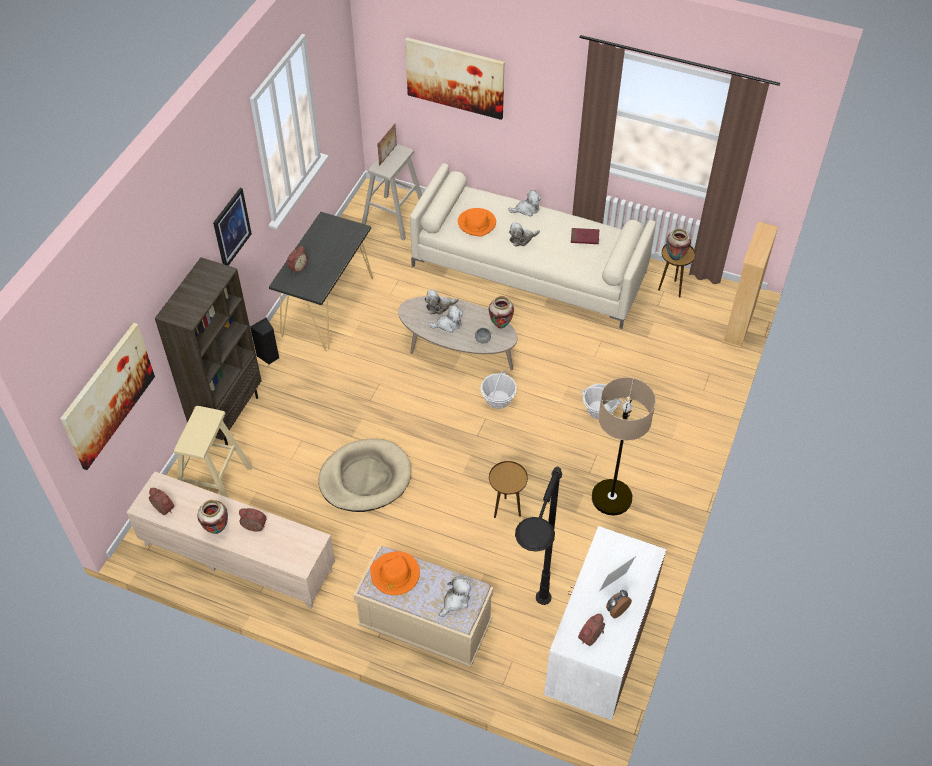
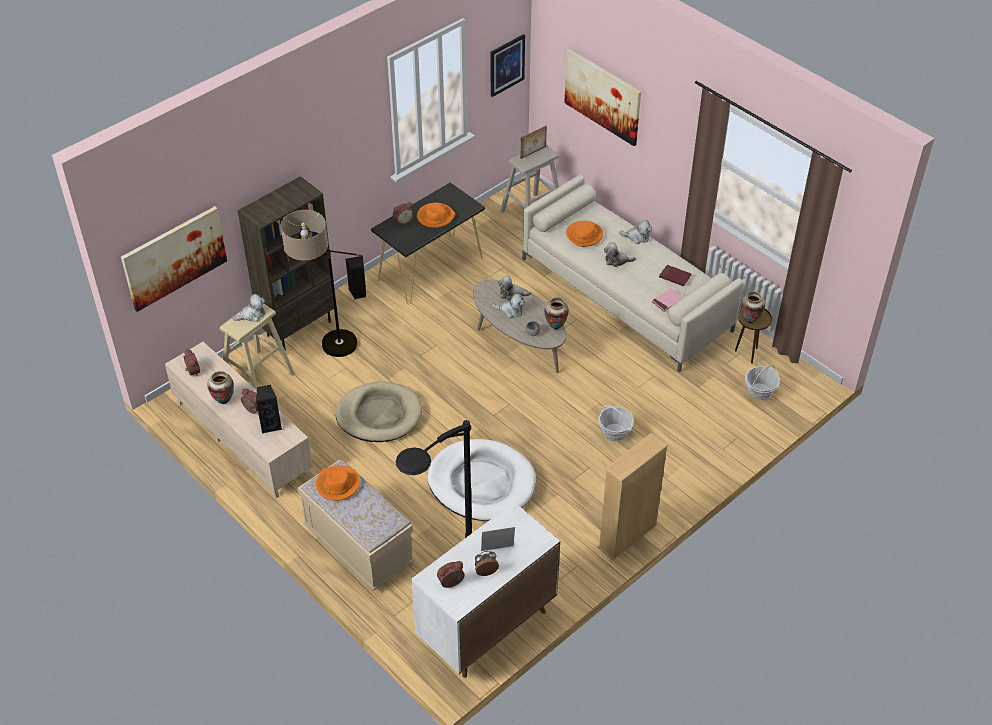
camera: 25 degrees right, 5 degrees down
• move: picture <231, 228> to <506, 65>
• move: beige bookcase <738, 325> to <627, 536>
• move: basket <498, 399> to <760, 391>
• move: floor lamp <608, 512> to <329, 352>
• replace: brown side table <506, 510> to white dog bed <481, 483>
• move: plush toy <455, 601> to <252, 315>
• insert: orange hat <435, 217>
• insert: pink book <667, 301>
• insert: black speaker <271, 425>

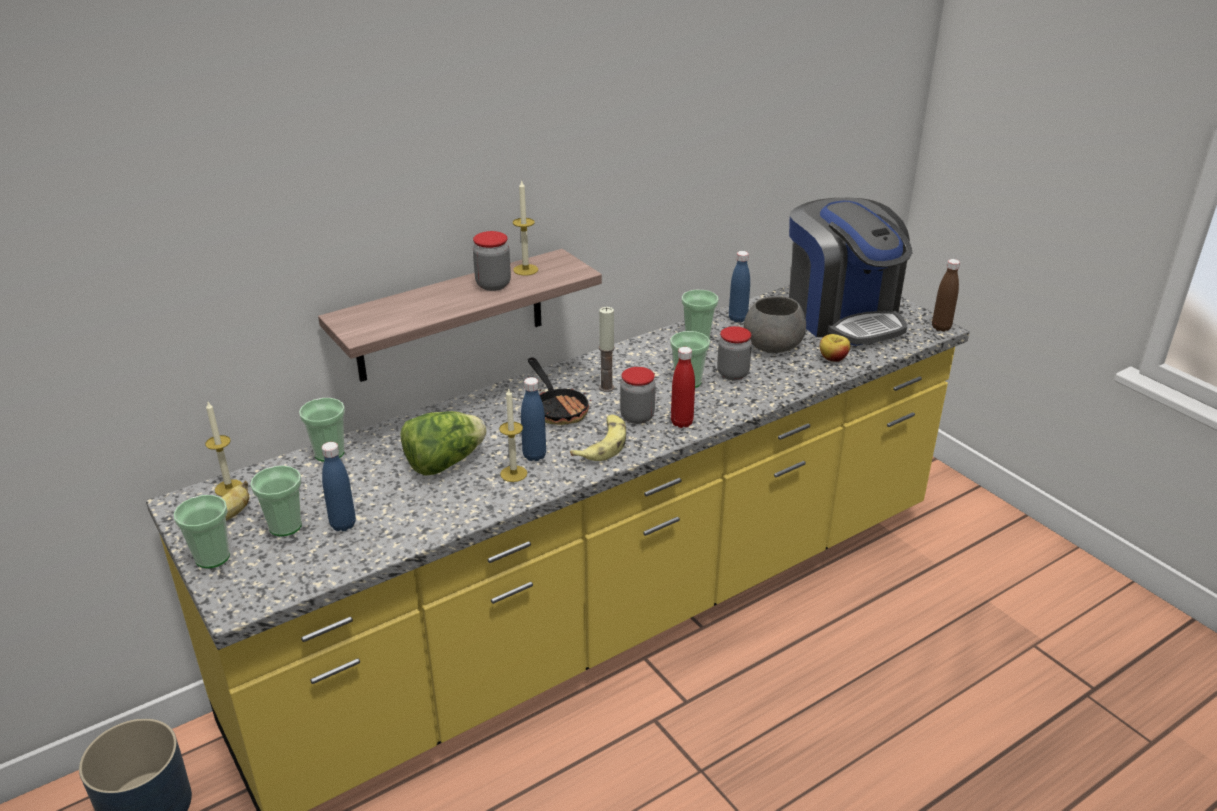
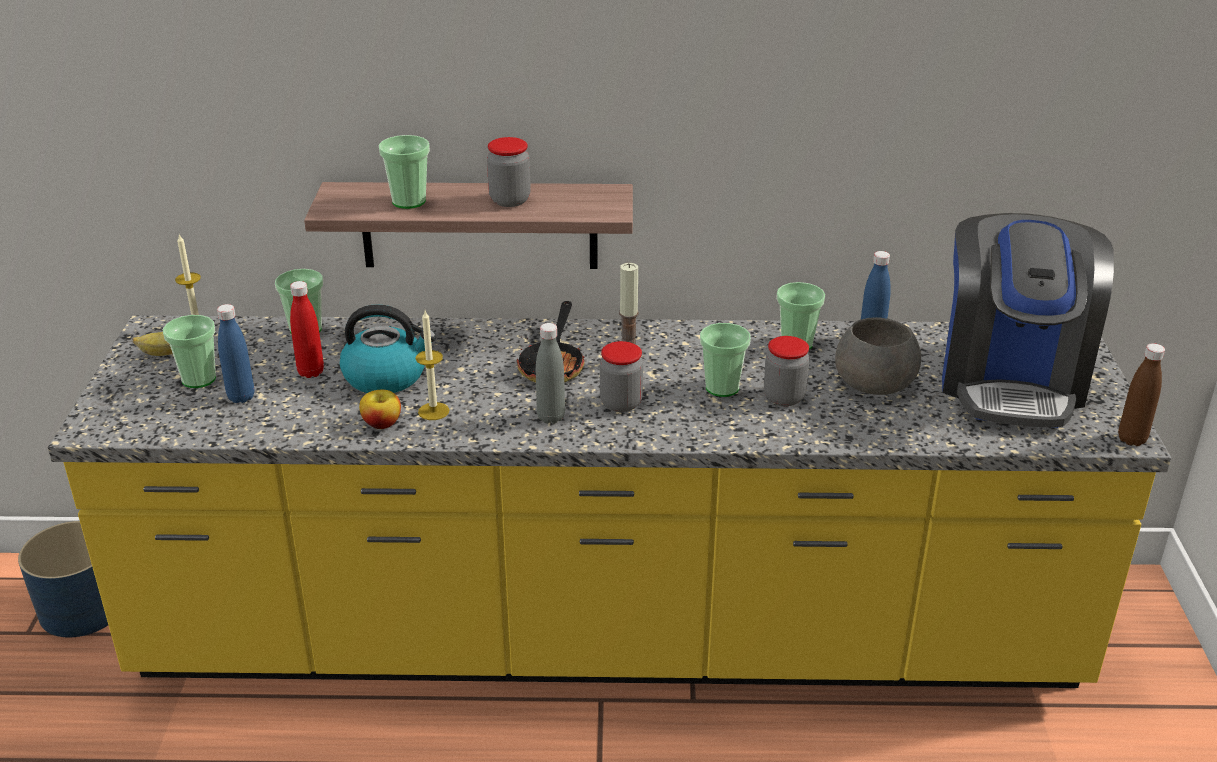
camera: 35 degrees right, 0 degrees up
• delete: candle <525, 270>
• move: apple <833, 358> to <382, 423>
• move: red bottle <681, 423> to <311, 372>
• delete: blue bottle <534, 456>
• replace: lettuce <444, 463> to kettle <386, 376>
• replace: banana <602, 444> to grey bottle <551, 417>
• move: cup <212, 557> to <409, 201>

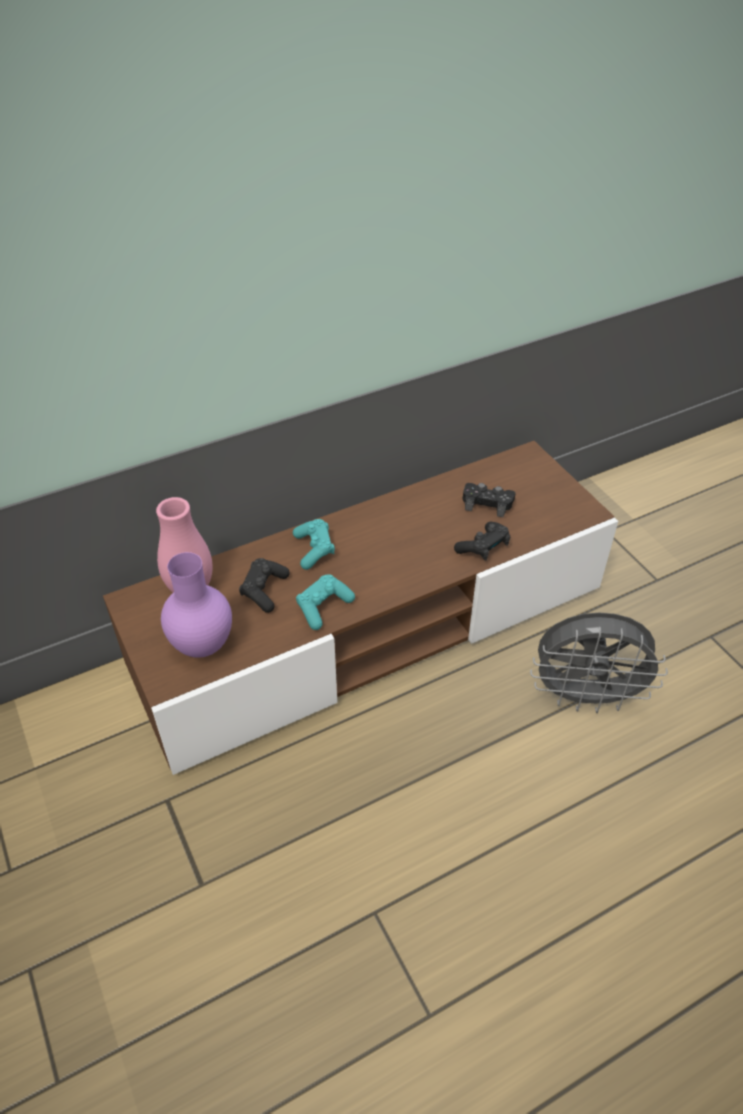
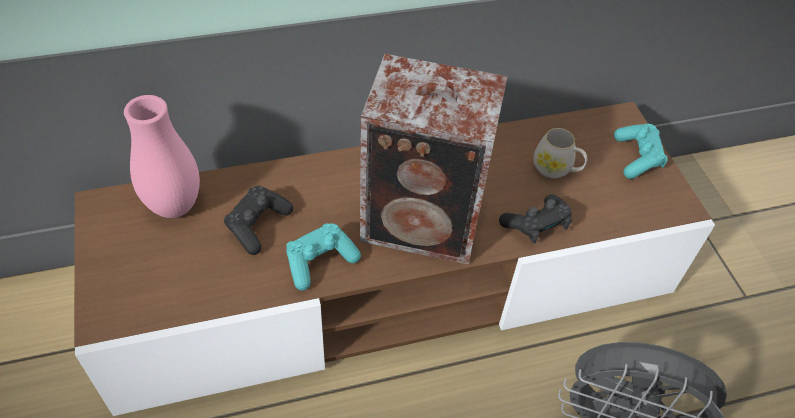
camera: 10 degrees right, 5 degrees up
• replace: black game controller <487, 503> to white mug <556, 169>
• move: turquoise game controller <314, 550> to <637, 158>
• delete: purple vase <201, 645>
• insert: speaker <425, 223>

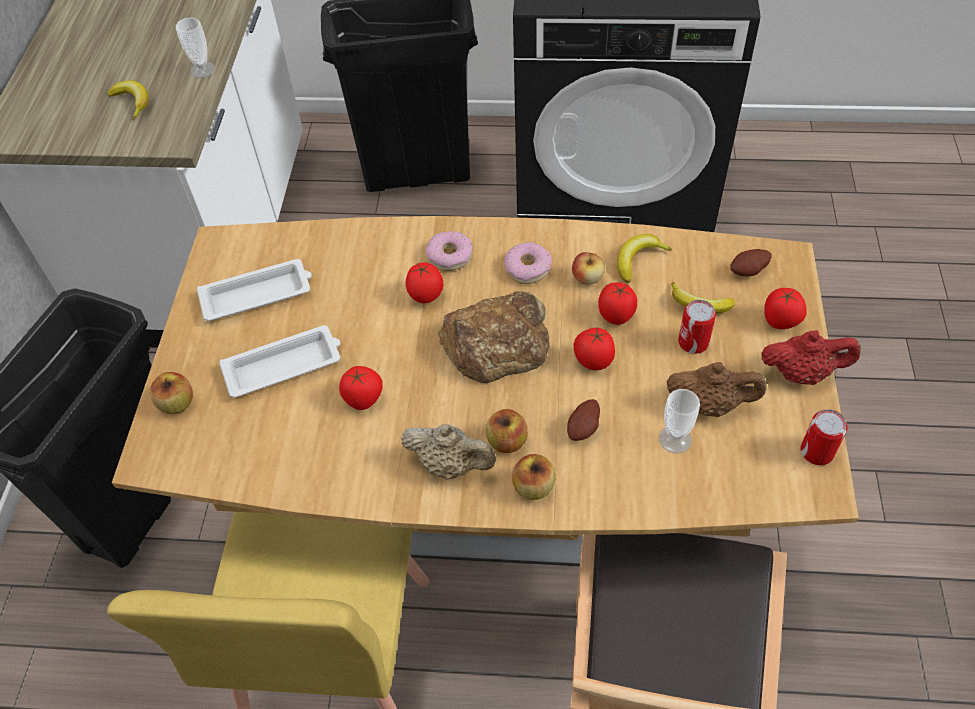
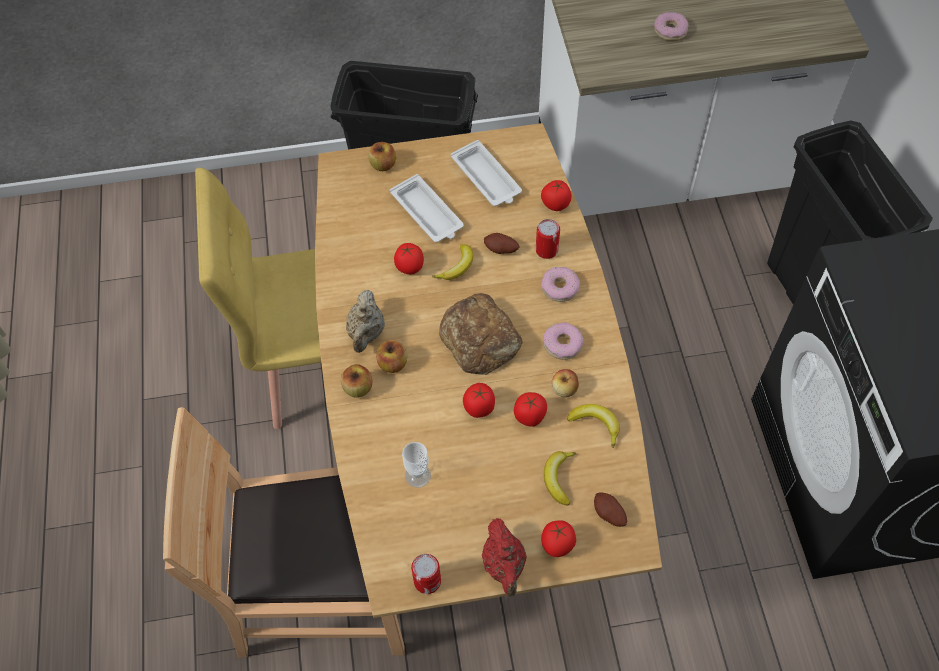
camera: 75 degrees right, 5 degrees up
• delete: cup <202, 69>
• move: banana <132, 102> to <457, 267>
• move: tomato <425, 296> to <555, 205>
• move: can <693, 342> to <546, 250>
• delete: brown teapot <710, 404>
• move: potato <584, 428> to <501, 250>
• insert: donut <670, 31>

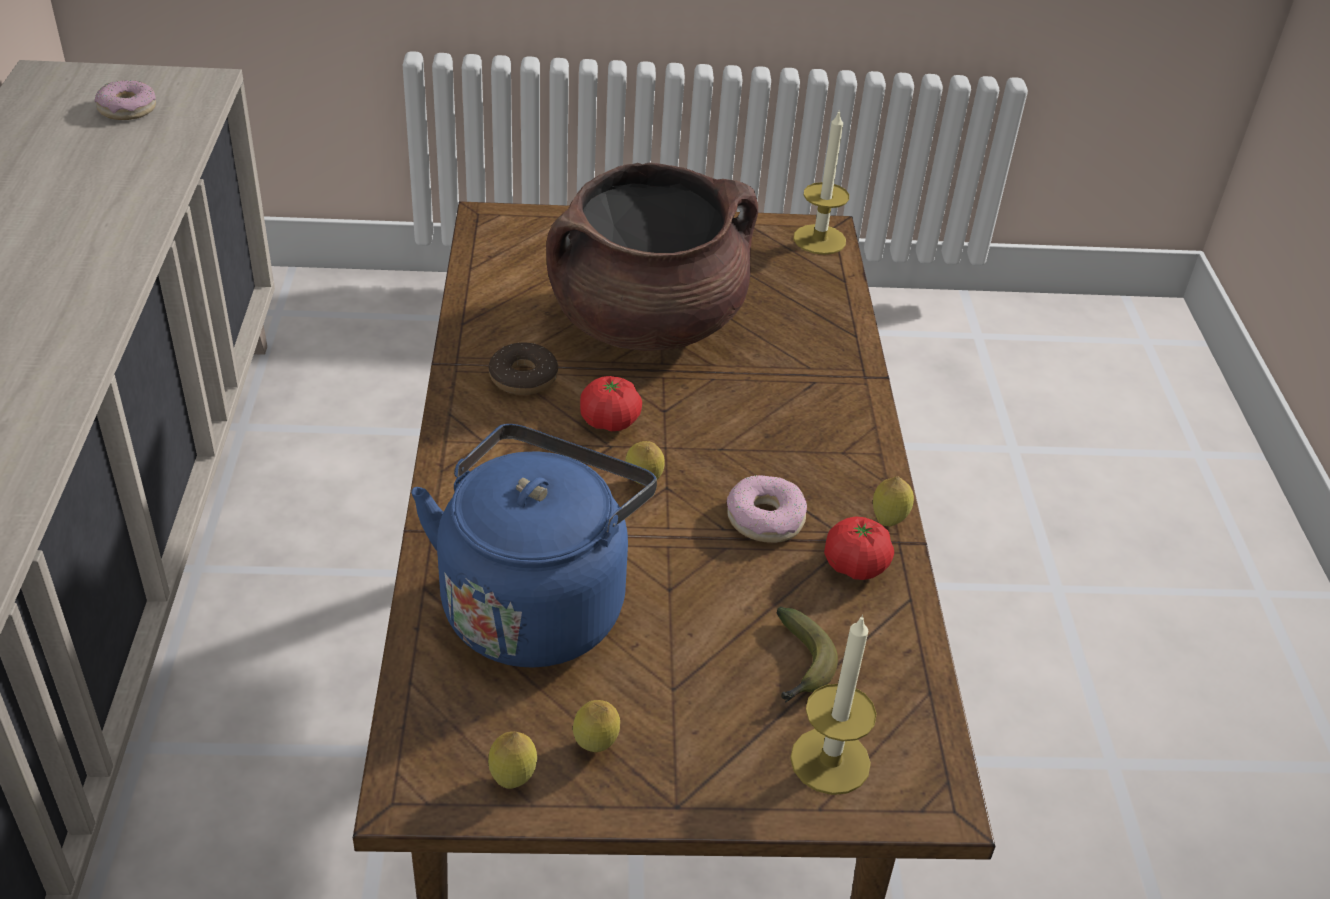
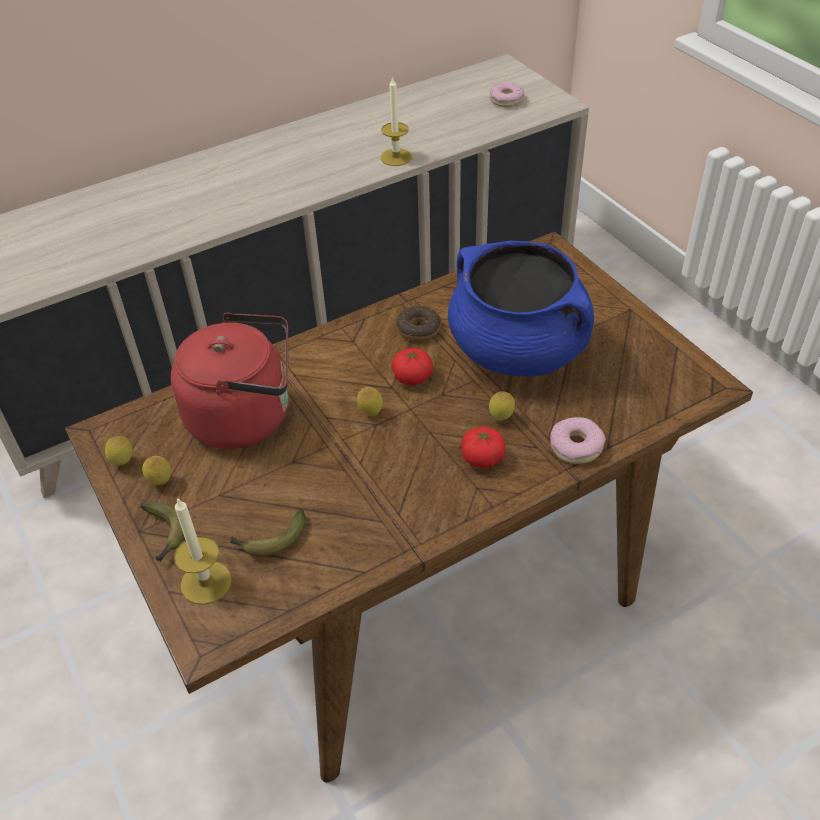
camera: 65 degrees right, 5 degrees up
• move: candle <819, 239> to <396, 157>
• recolor: brown cooking pot <646, 322> to blue cooking pot <518, 351>
• recolor: blue kettle <537, 603> to red kettle <246, 416>
• move: donut <765, 518> to <576, 446>
• move: lemon <888, 521> to <501, 418>
• move: tomato <855, 565> to <482, 458>
• insert: banana <165, 535>

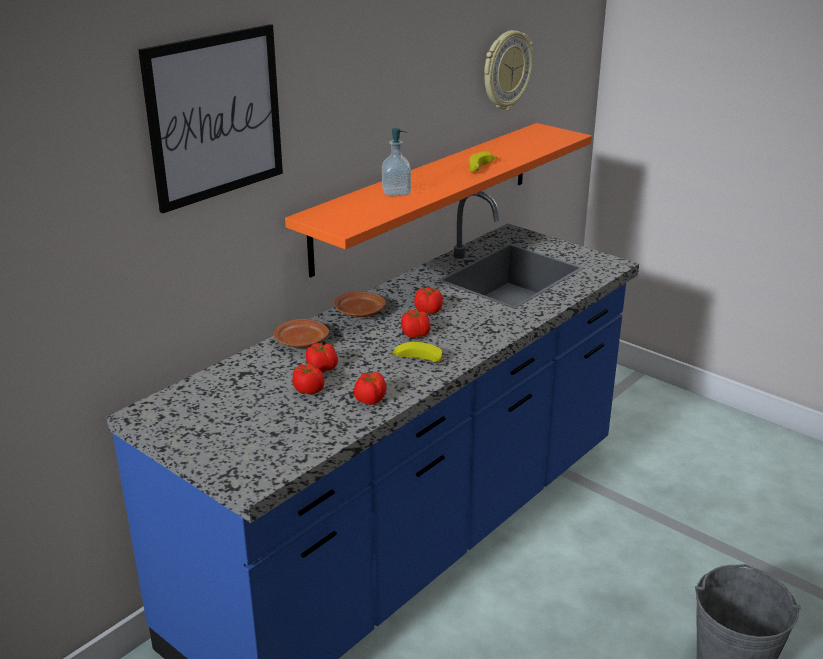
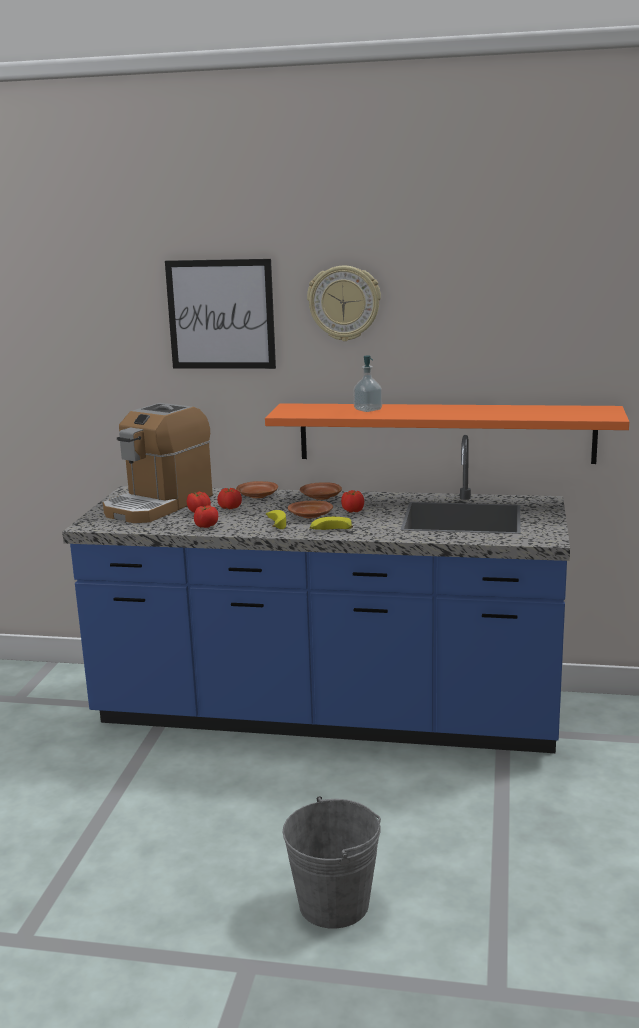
camera: 60 degrees right, 10 degrees down
• move: wall clock <506, 70> to <344, 303>
• move: banana <481, 168> to <330, 530>
• replace: tomato <416, 335> to brown plate <311, 516>
• insert: coffee machine <159, 504>

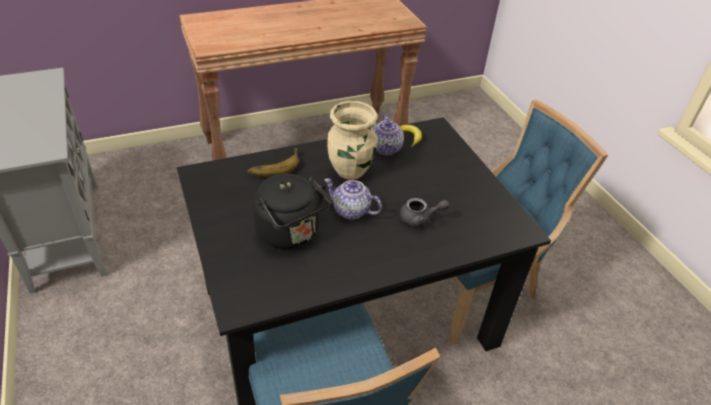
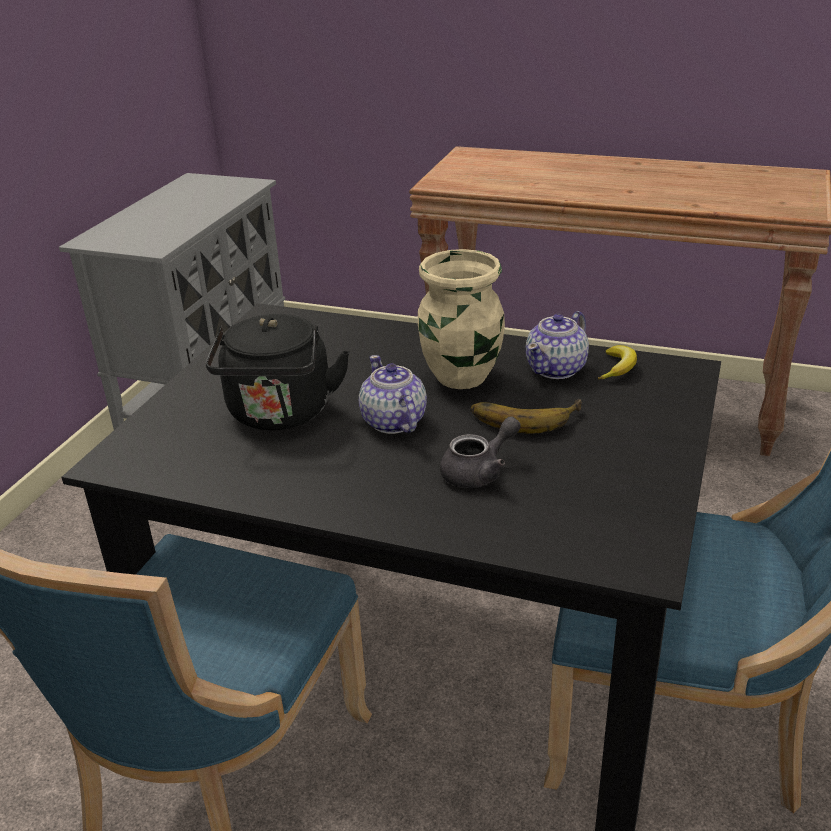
camera: 45 degrees right, 10 degrees down
• move: banana <273, 165> to <524, 415>
• rotate: grey teapot <420, 219> = <479, 472> 75 degrees counterclockwise

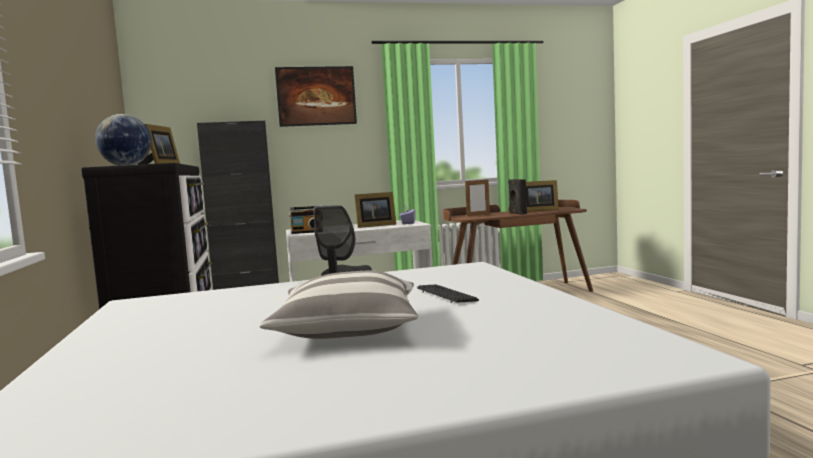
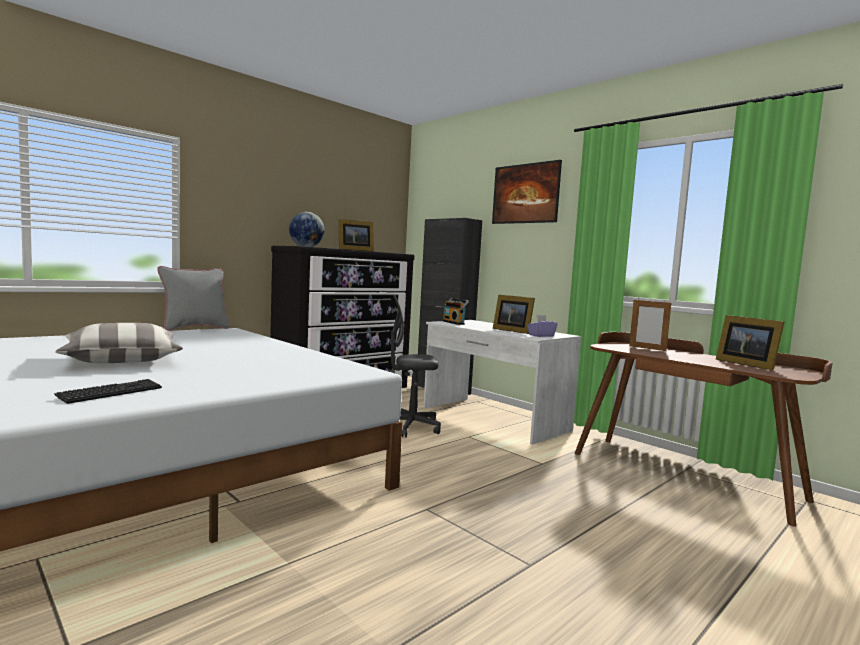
camera: 60 degrees right, 0 degrees up
• delete: black speaker <517, 213>
• move: keyboard <446, 295> to <111, 393>
• insert: grey pillow <195, 328>

